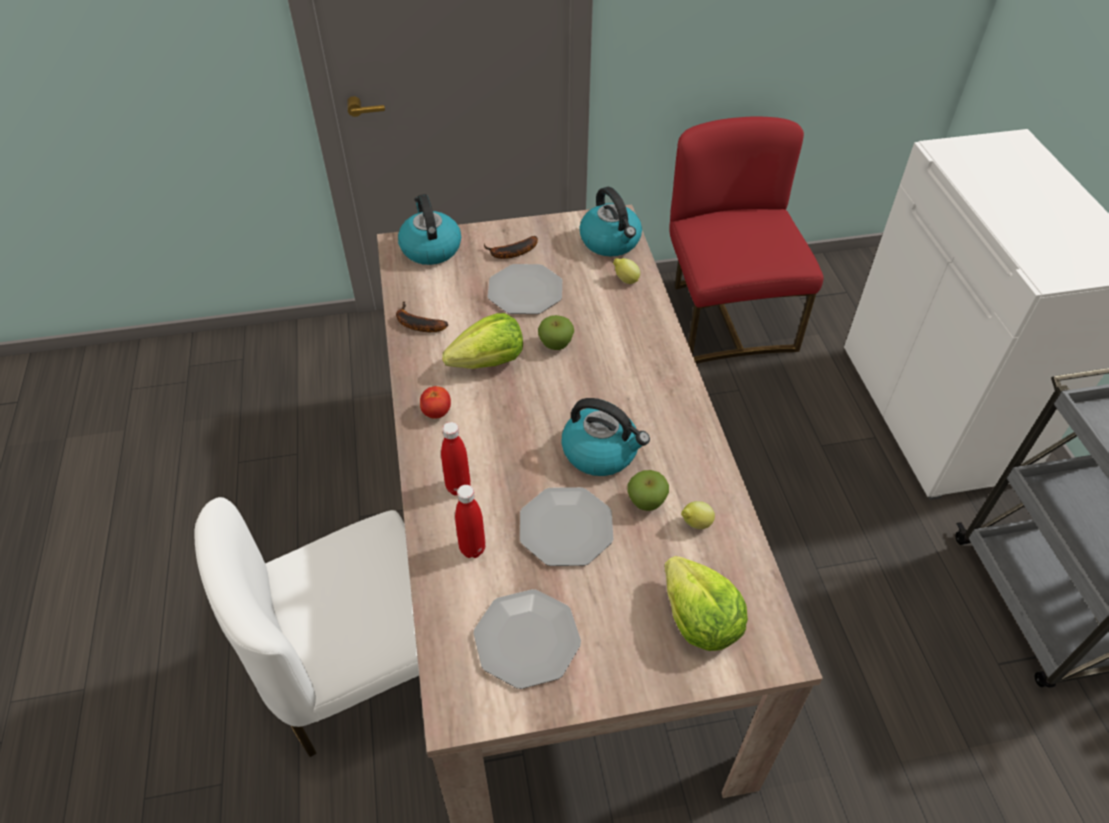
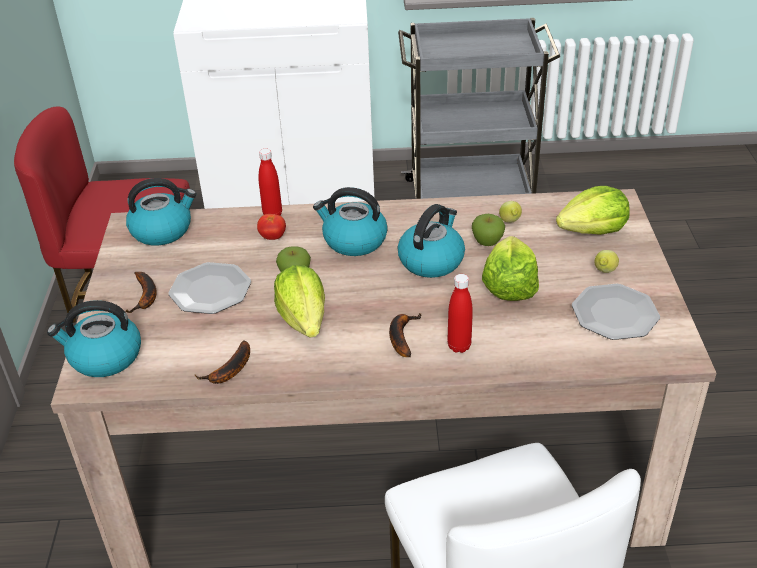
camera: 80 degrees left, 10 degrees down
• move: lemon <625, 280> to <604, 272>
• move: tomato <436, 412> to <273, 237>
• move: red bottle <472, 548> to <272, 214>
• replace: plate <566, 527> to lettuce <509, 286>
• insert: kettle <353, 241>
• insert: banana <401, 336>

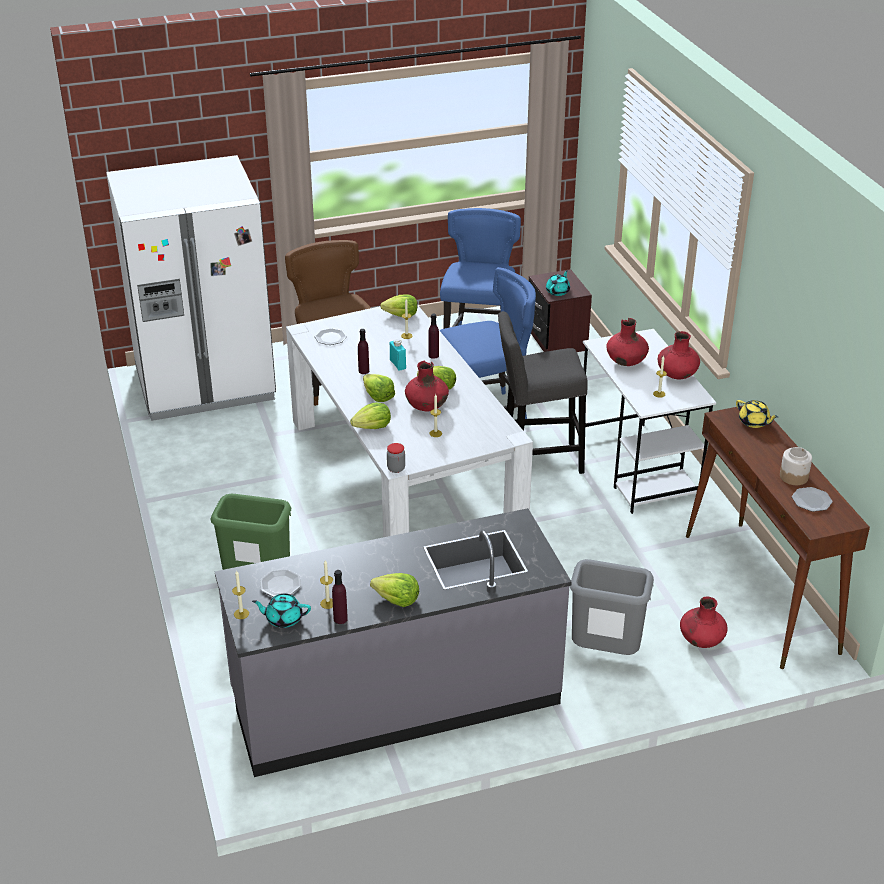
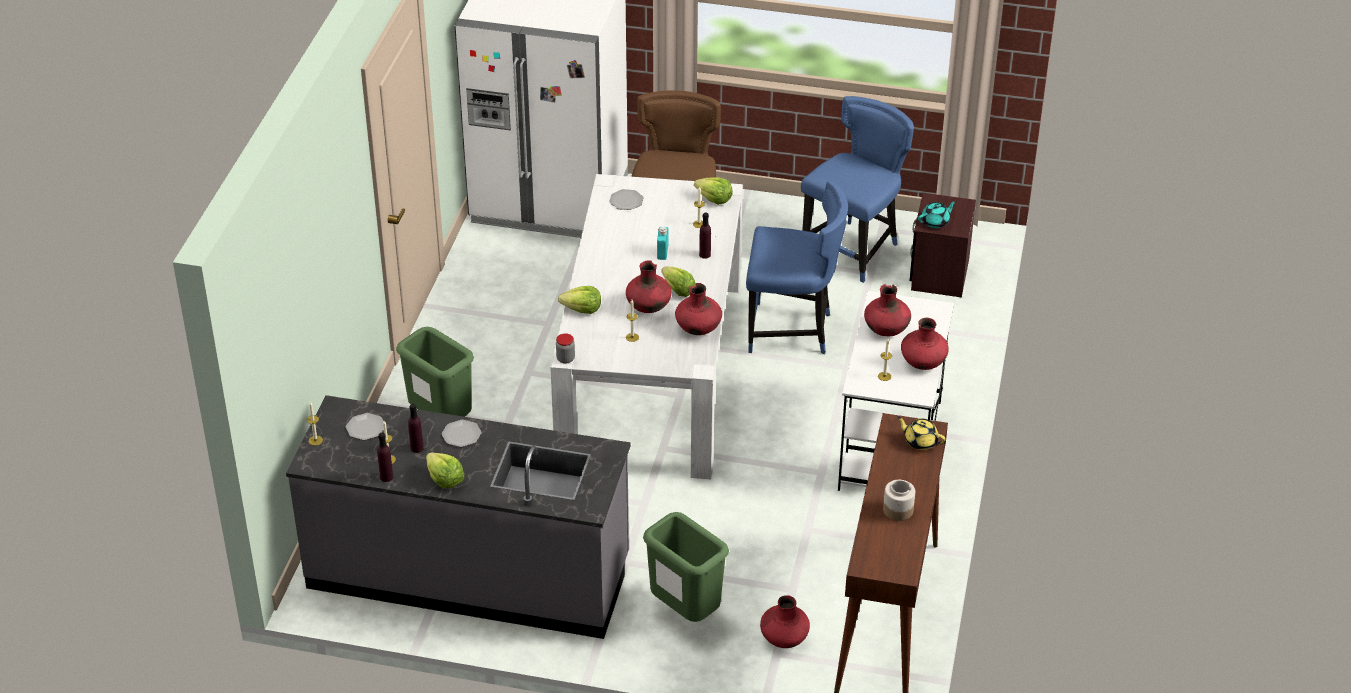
camera: 30 degrees right, 5 degrees up
• delete: grey stool <537, 461>
• move: purple bottle <363, 371> to <417, 448>
• delete: lettuce <378, 396>
• rotate: yellow teapot <754, 422> = <920, 441> 135 degrees clockwise
• move: plate <812, 501> to <462, 435>
• recolor: grey trash can <604, 653> to green trash can <684, 612>
• delete: turquoise teapot <283, 618>
• insert: red vase <698, 329>

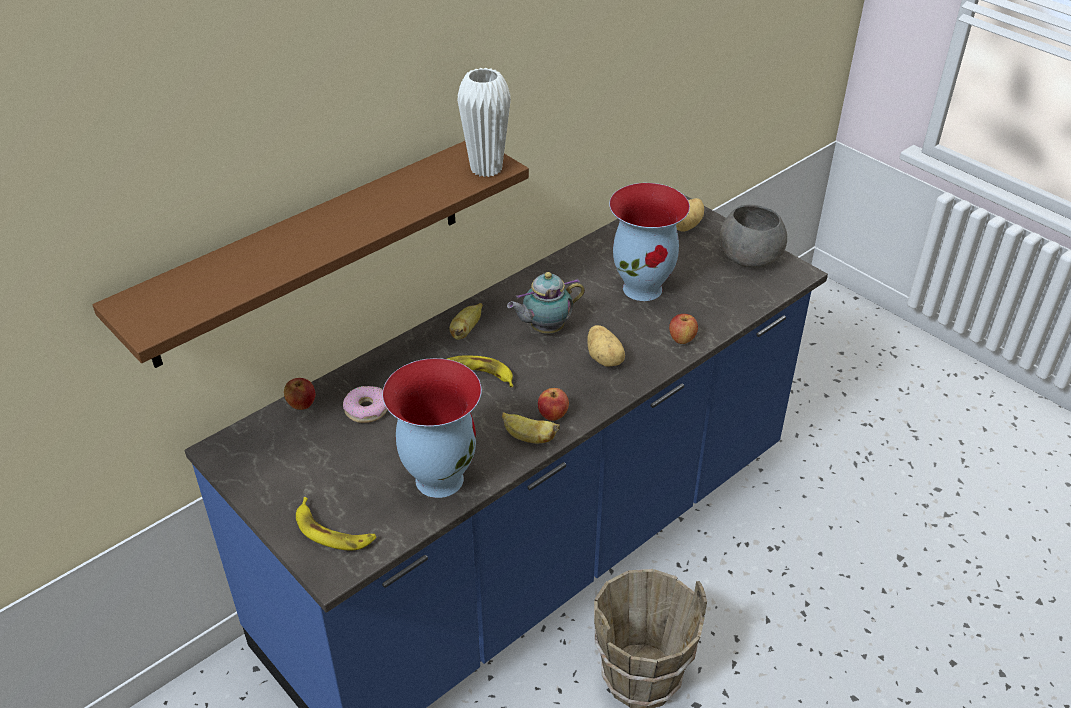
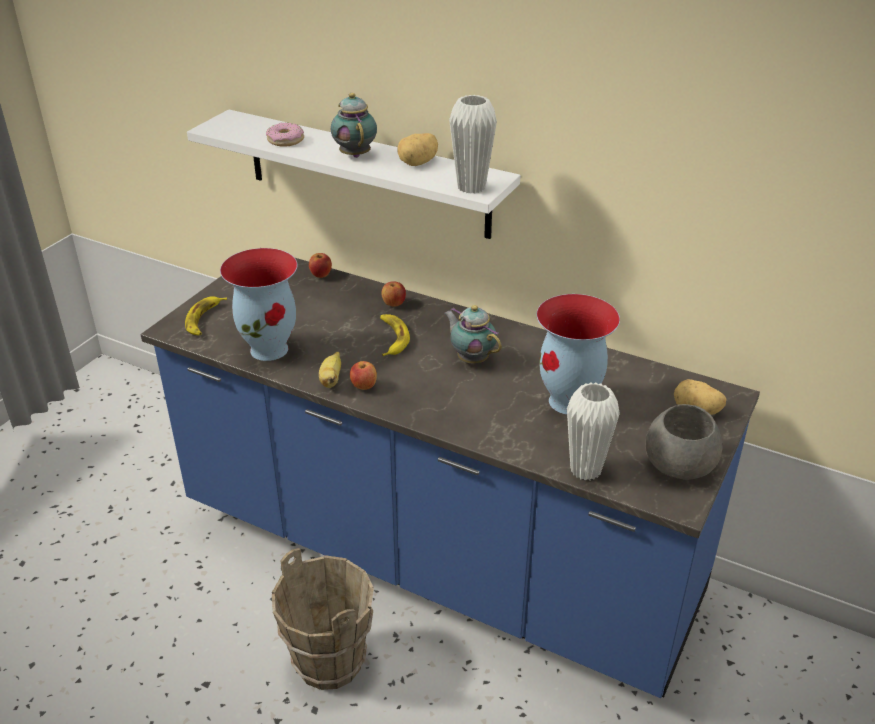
camera: 70 degrees right, 5 degrees down
• recolor: brown shelf <309, 250> to white shelf <366, 173>
• delete: banana <466, 330>
• move: apple <682, 339> to <394, 304>
• move: potato <605, 358> to <418, 163>
• move: donut <366, 409> to <285, 140>
• insert: teapot <355, 154>
• insert: white vase <585, 470>

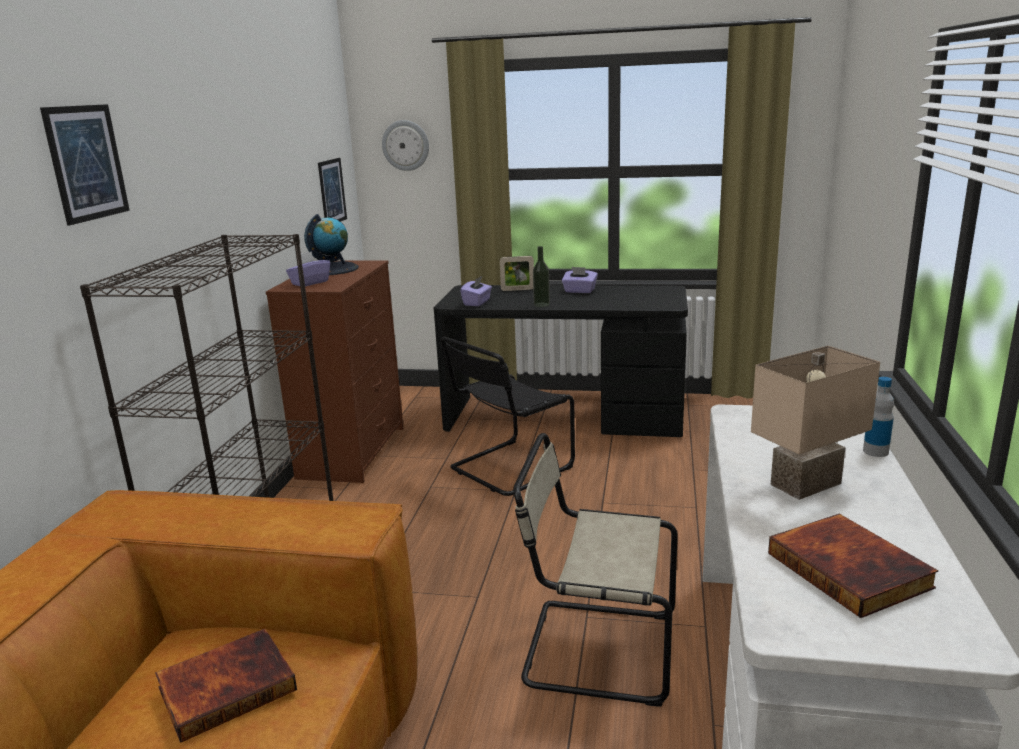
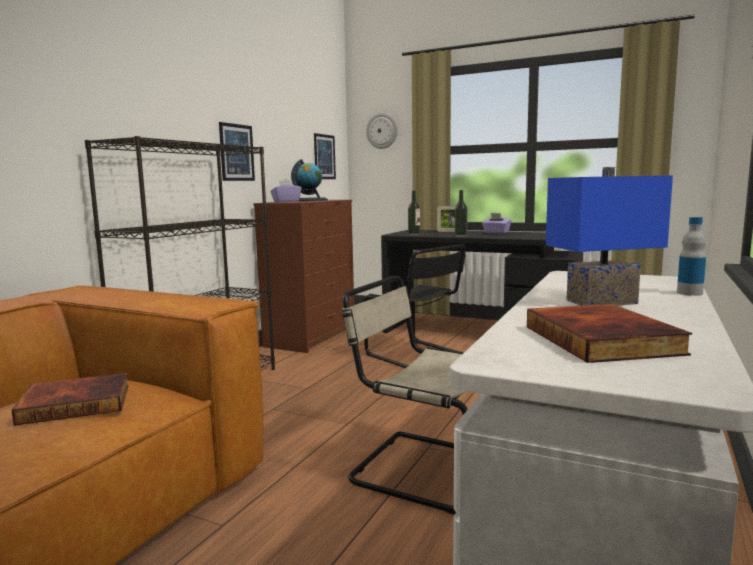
camera: 15 degrees right, 10 degrees down
• move: picture <86, 163> to <237, 152>
• replace: purple tissue box <477, 302> to bottle <414, 234>
• rotate: black chair <507, 469> = <417, 356> 105 degrees counterclockwise
• recolor: beige table lamp <803, 482> to blue table lamp <600, 301>

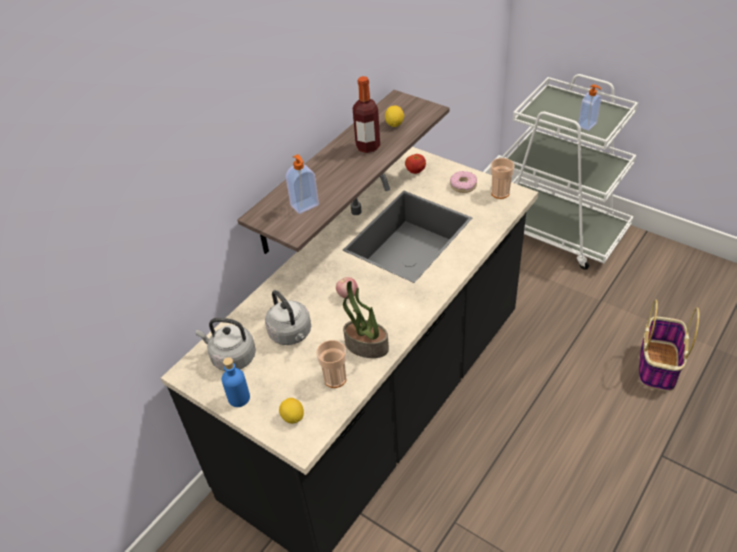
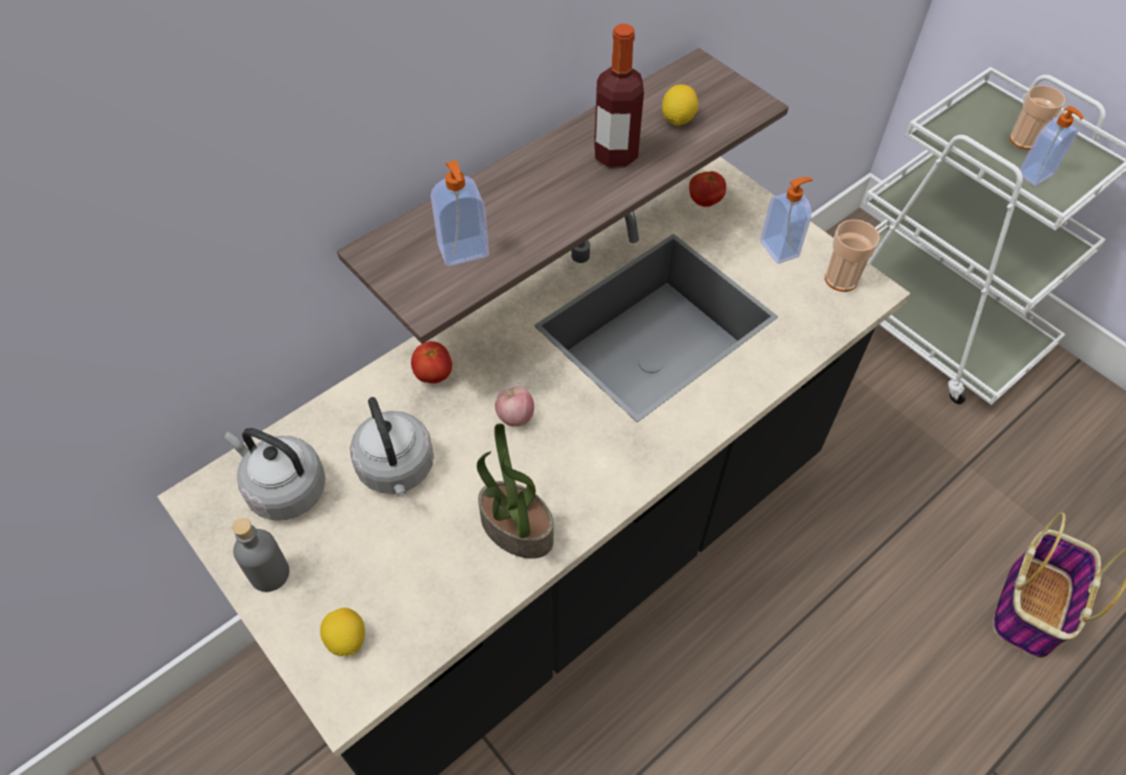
camera: 10 degrees right, 10 degrees up
• replace: donut <463, 185> to soap dispenser <780, 249>
• move: cup <335, 378> to <1023, 140>
• recolor: blue bottle <239, 398> to grey bottle <270, 573>
• insert: tomato <433, 375>

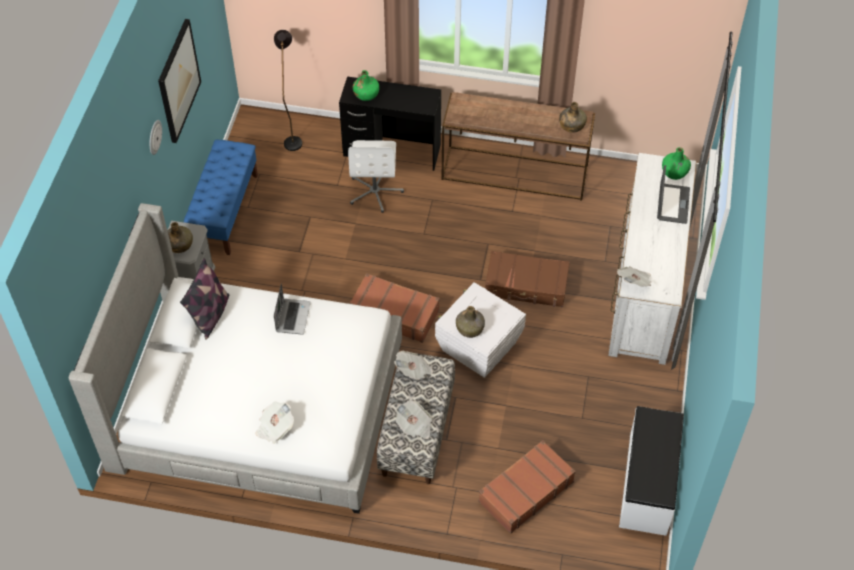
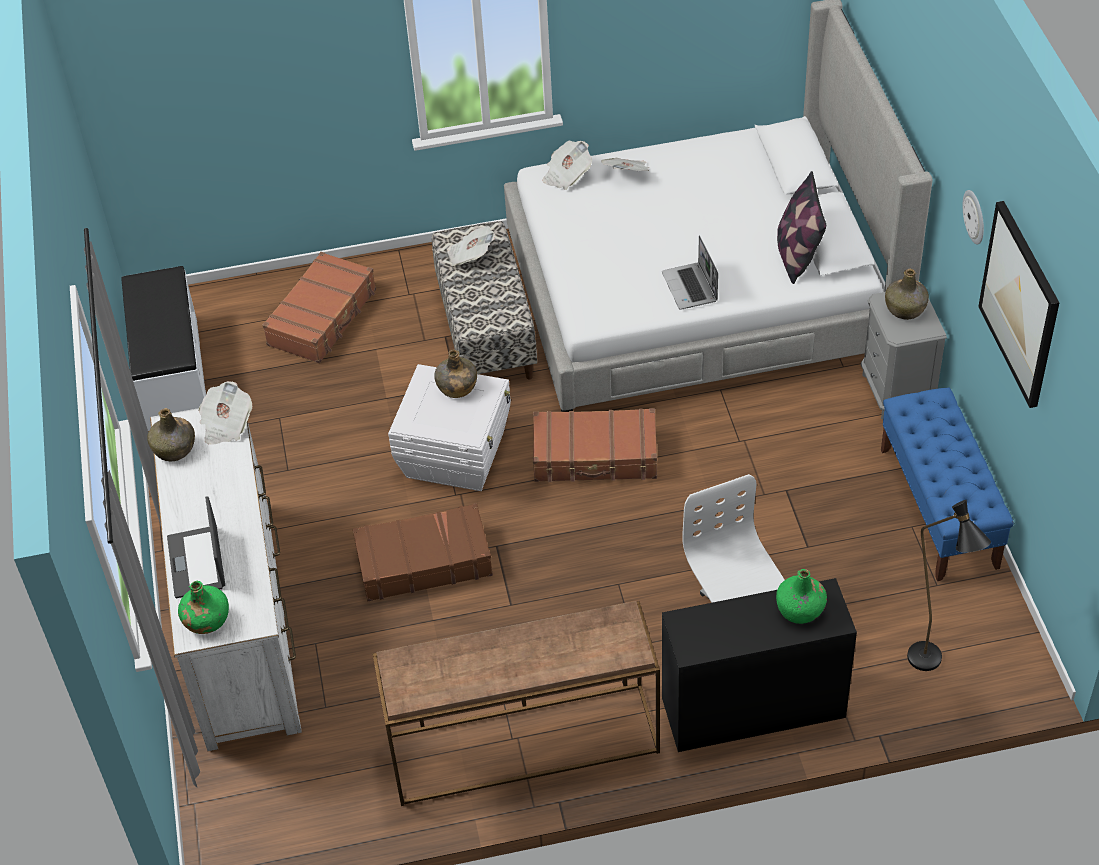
camera: 160 degrees right, 5 degrees down
• move: green bottle <571, 125> to <175, 448>
• move: newspaper <413, 371> to <566, 175>

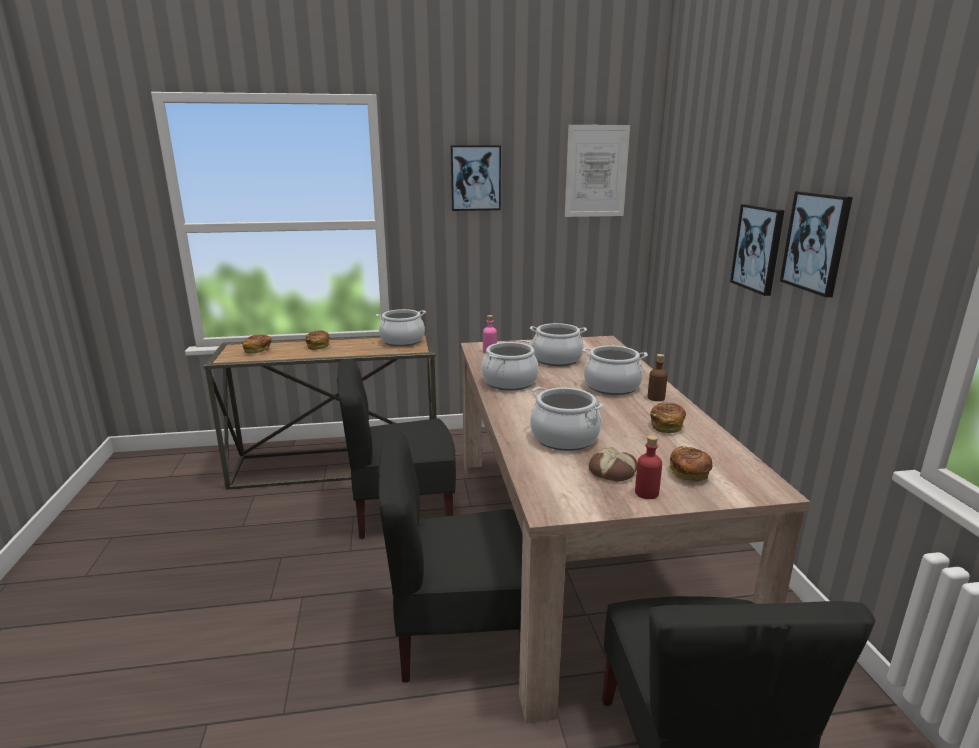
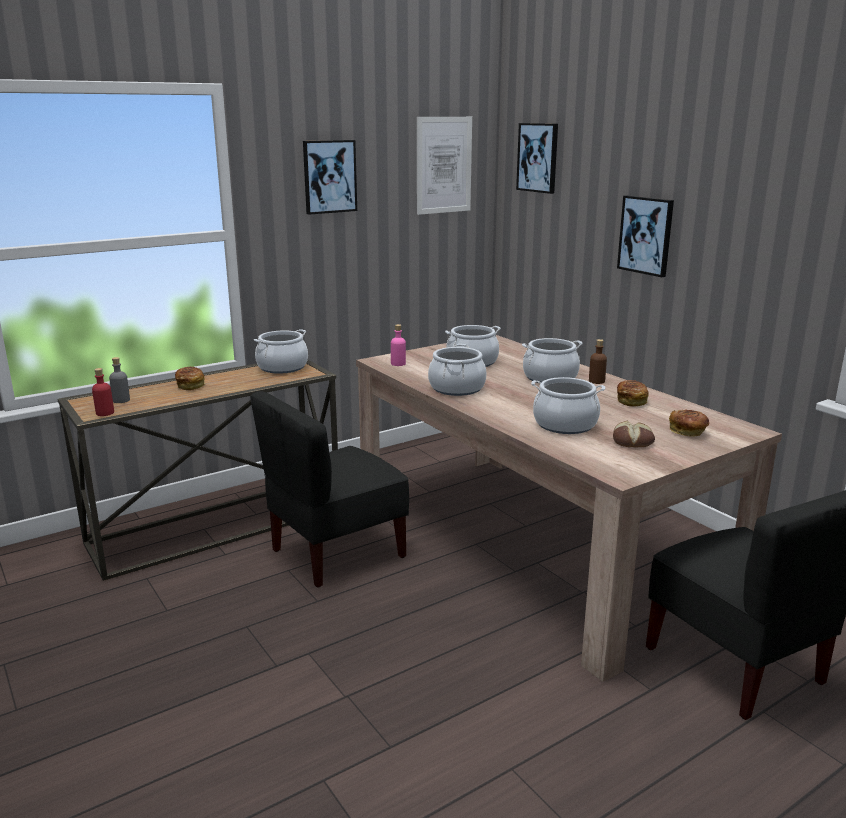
camera: 25 degrees left, 0 degrees up
• move: picture <816, 242> to <538, 157>
• replace: bread <258, 350> to grey bottle <121, 400>
• delete: black chair <459, 635>
• move: red bottle <646, 493> to <105, 413>

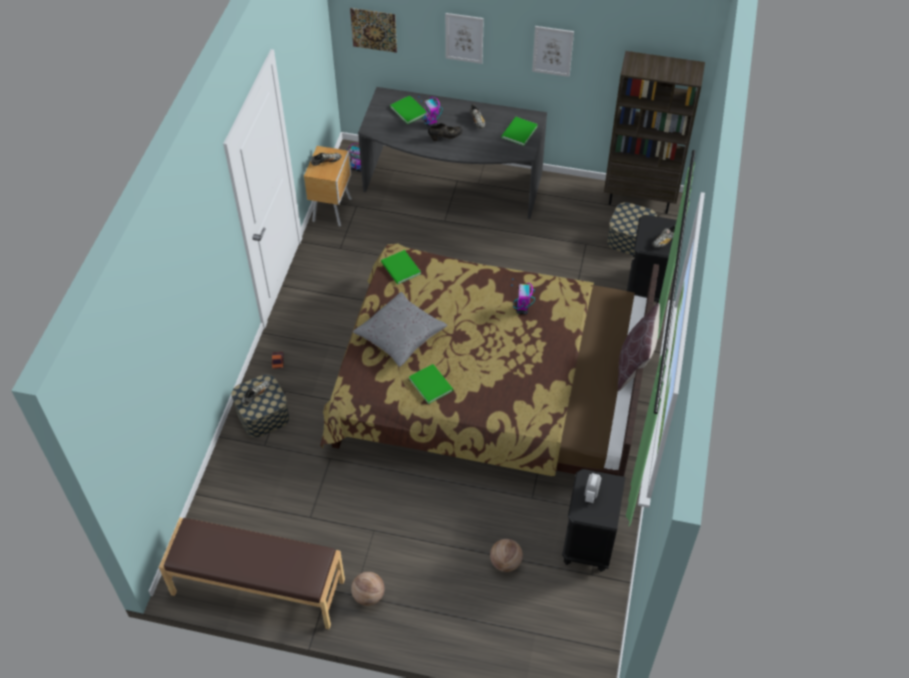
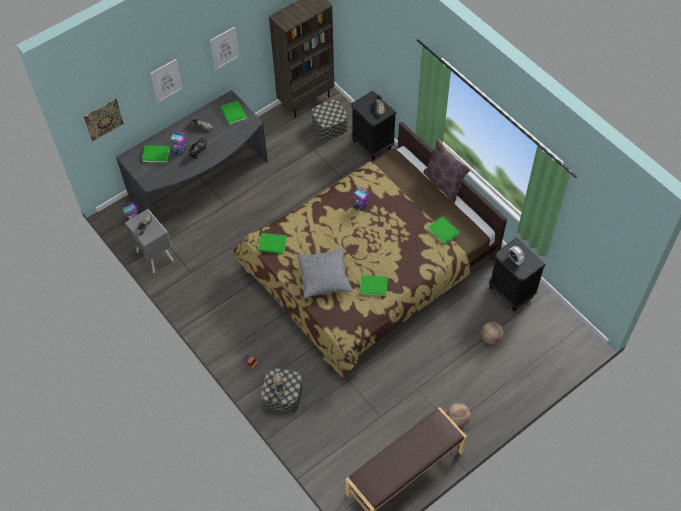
camera: 50 degrees left, 5 degrees up
• recolor: brown nightstand <333, 209> to grey nightstand <155, 255>
• insert: green book <443, 230>

